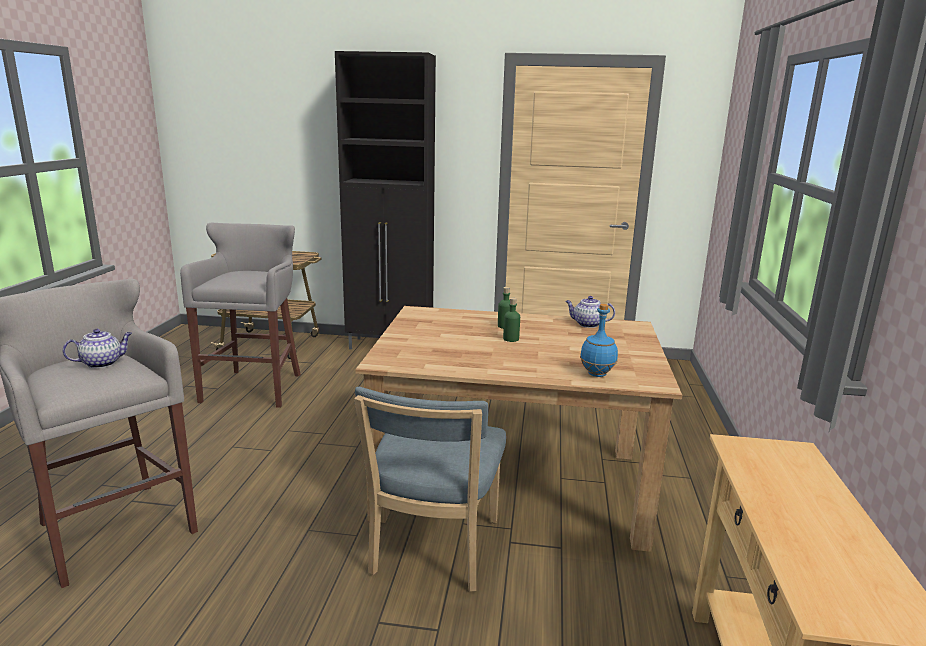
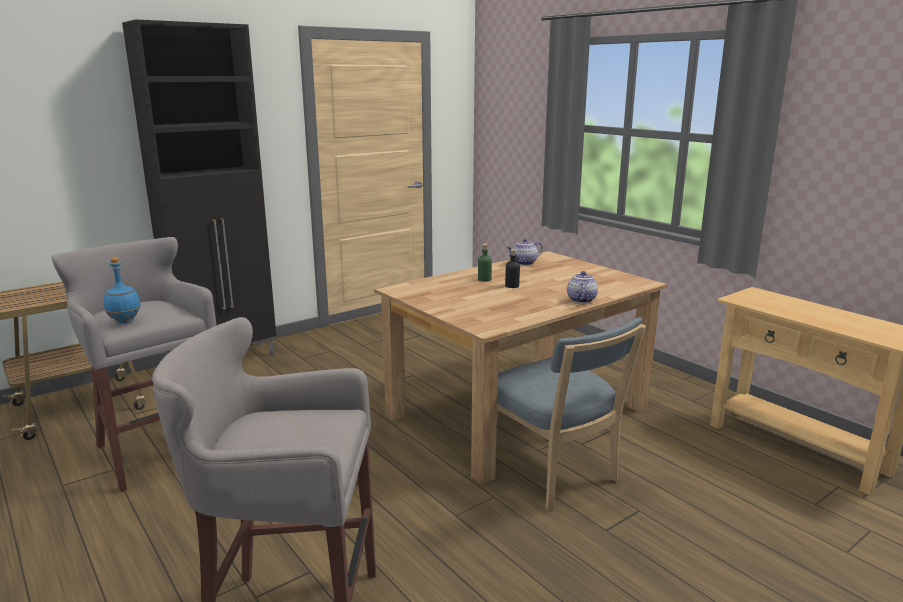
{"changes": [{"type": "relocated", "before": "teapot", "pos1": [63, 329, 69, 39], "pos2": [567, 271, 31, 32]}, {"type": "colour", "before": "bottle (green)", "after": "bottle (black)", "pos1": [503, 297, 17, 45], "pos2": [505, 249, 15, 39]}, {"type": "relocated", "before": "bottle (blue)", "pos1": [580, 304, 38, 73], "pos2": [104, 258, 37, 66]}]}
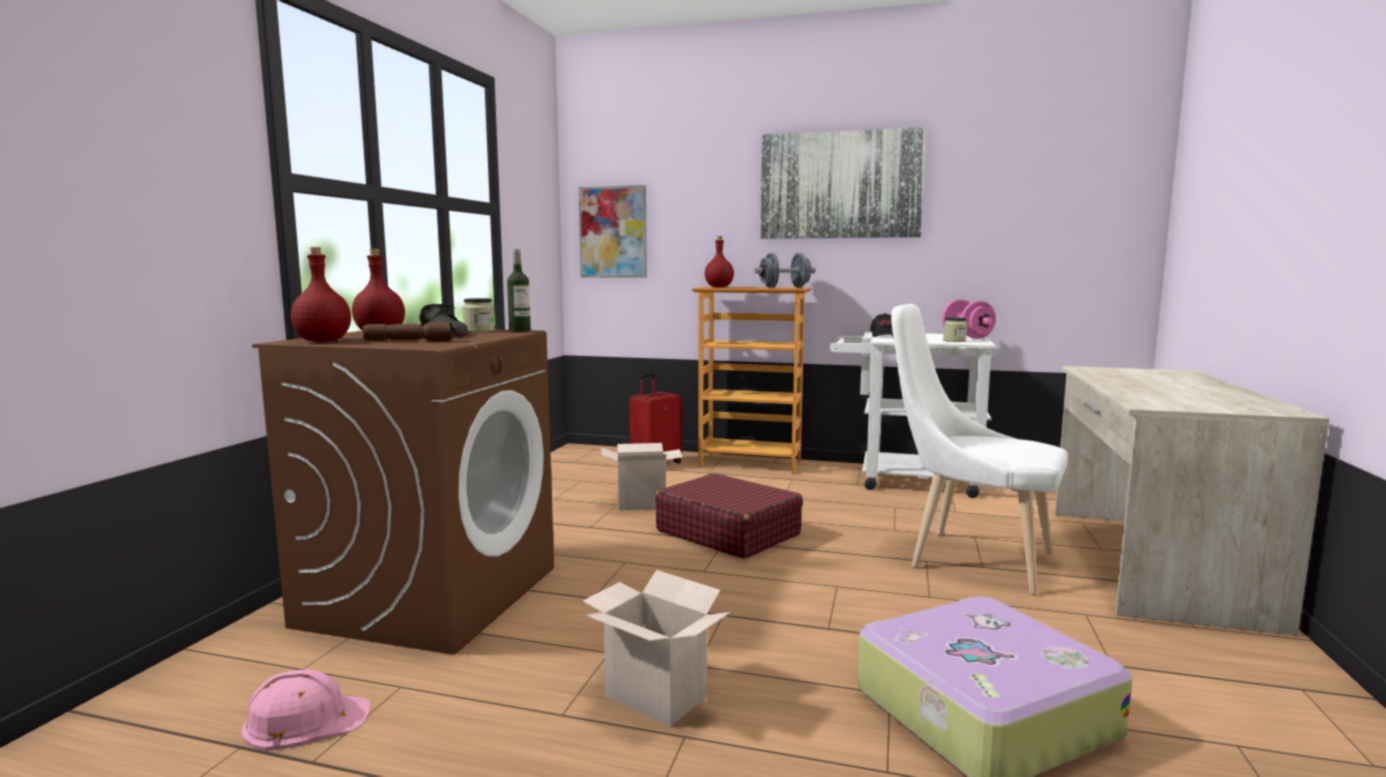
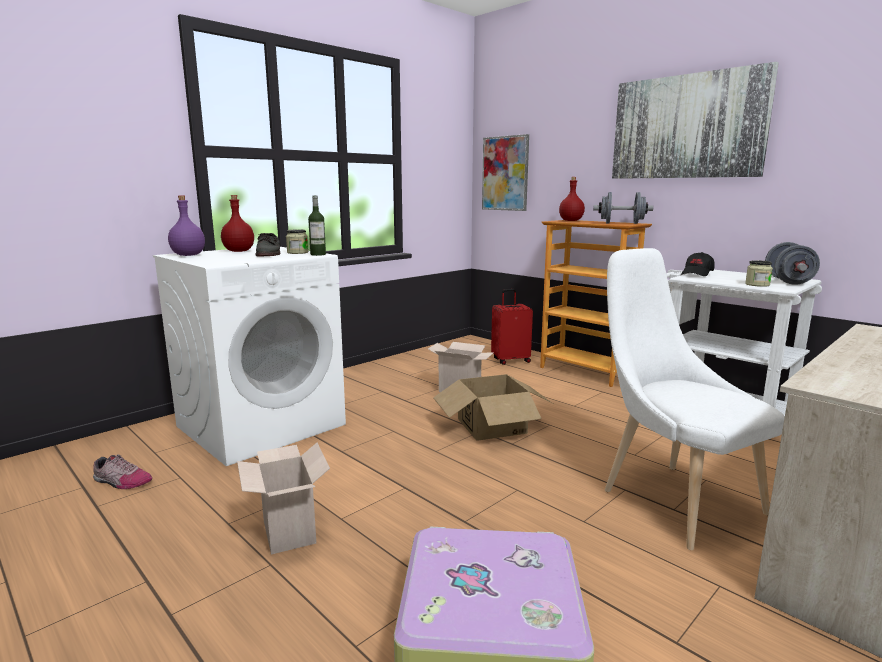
{"changes": [{"type": "exchanged", "before": "hard hat (pink)", "after": "shoe", "pos1": [241, 670, 129, 81], "pos2": [93, 454, 59, 35]}, {"type": "colour", "before": "washing machine (brown)", "after": "washing machine (white)", "pos1": [252, 329, 302, 326], "pos2": [153, 247, 193, 219]}, {"type": "colour", "before": "bottle (red)", "after": "bottle (purple)", "pos1": [291, 247, 60, 95], "pos2": [168, 195, 37, 61]}, {"type": "missing", "before": "flashlight (brown)", "pos1": [362, 322, 94, 19]}, {"type": "exchanged", "before": "suitcase (red)", "after": "cardboard box", "pos1": [655, 473, 148, 86], "pos2": [433, 374, 120, 67]}, {"type": "colour", "before": "dumbbell (pink)", "after": "dumbbell (grey)", "pos1": [942, 299, 54, 40], "pos2": [765, 242, 55, 43]}]}
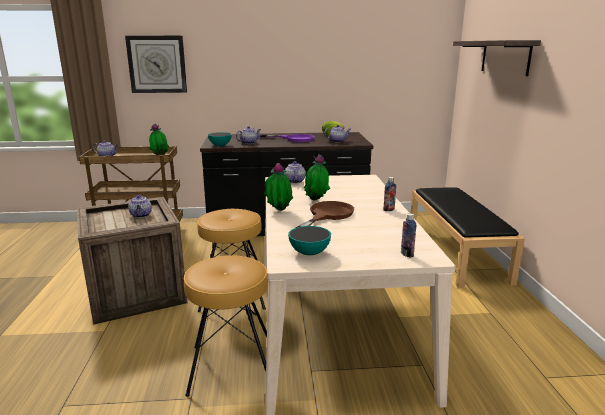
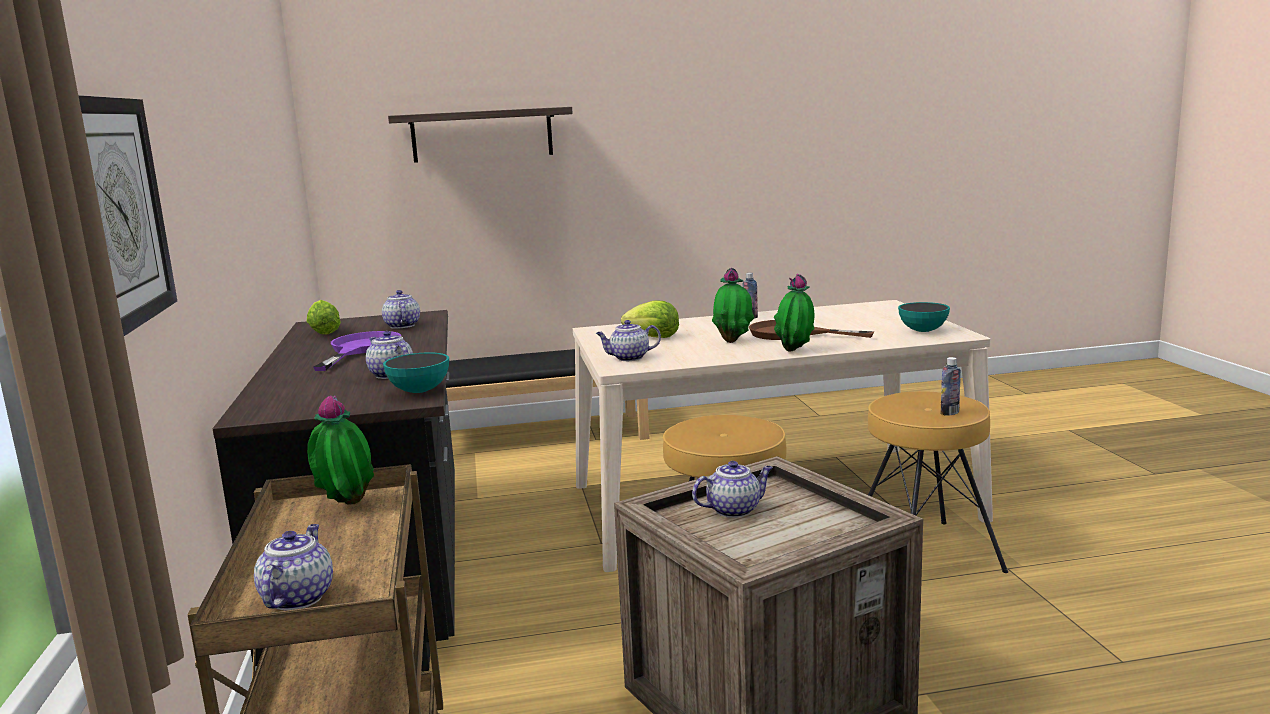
{"changes": [{"type": "relocated", "before": "bottle", "pos1": [401, 213, 15, 45], "pos2": [940, 357, 21, 59]}, {"type": "appeared", "after": "lettuce", "pos2": [621, 300, 58, 38]}]}
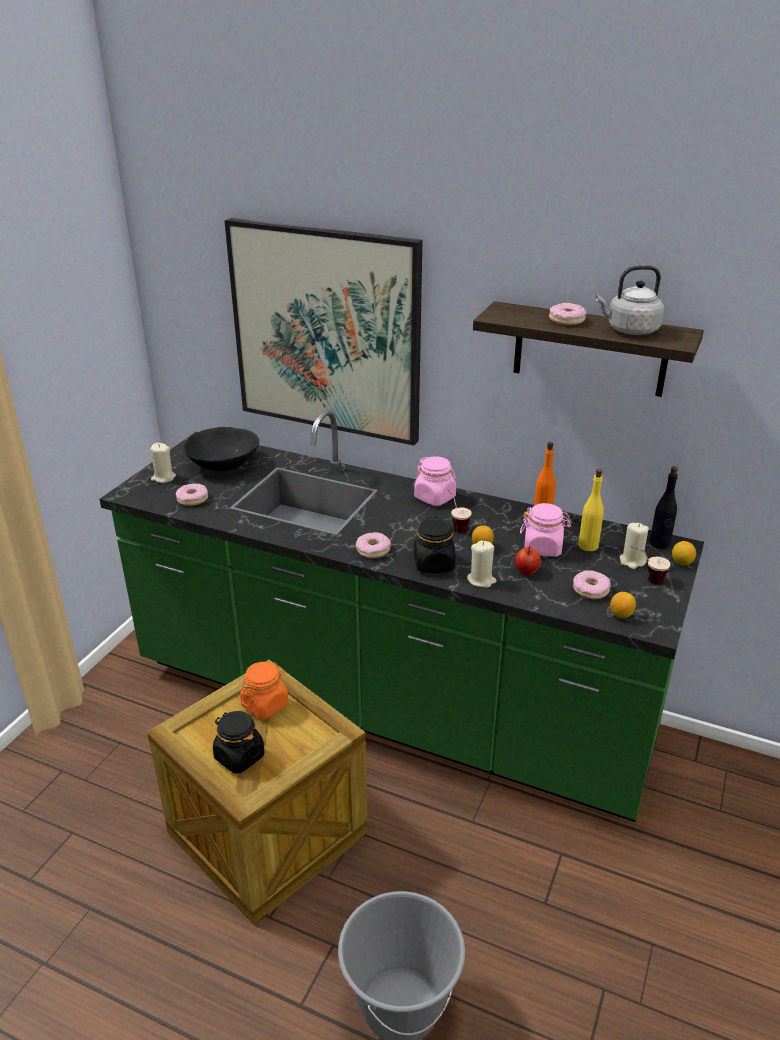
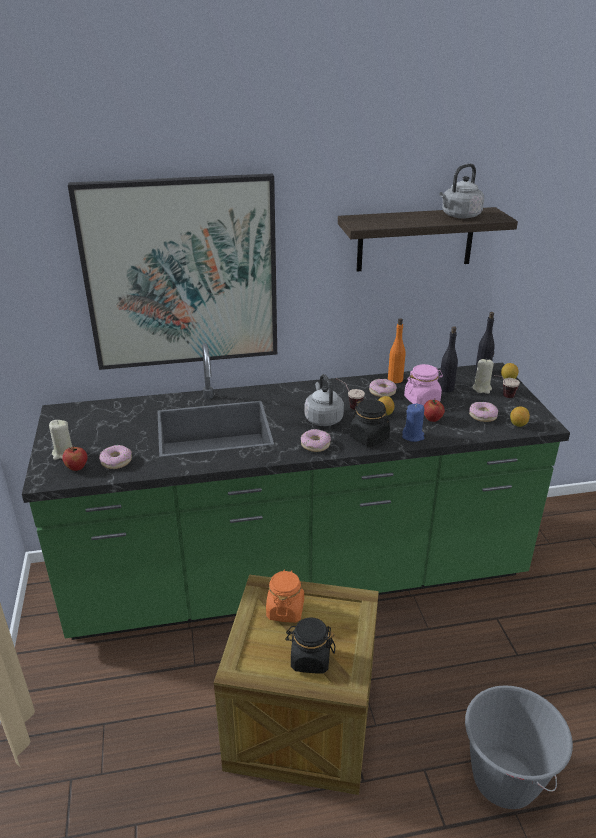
{"changes": [{"type": "missing", "before": "bowl (black)", "pos1": [183, 427, 76, 44]}, {"type": "missing", "before": "jar (pink)", "pos1": [414, 456, 42, 50]}, {"type": "colour", "before": "candle (beige)", "after": "candle (blue)", "pos1": [467, 541, 29, 47], "pos2": [402, 404, 22, 38]}, {"type": "relocated", "before": "donut", "pos1": [549, 303, 38, 22], "pos2": [369, 379, 28, 18]}, {"type": "colour", "before": "bottle (yellow)", "after": "bottle (black)", "pos1": [578, 469, 26, 82], "pos2": [439, 326, 19, 66]}, {"type": "appeared", "after": "apple", "pos2": [62, 445, 26, 26]}, {"type": "appeared", "after": "kettle (grey)", "pos2": [305, 374, 39, 52]}]}
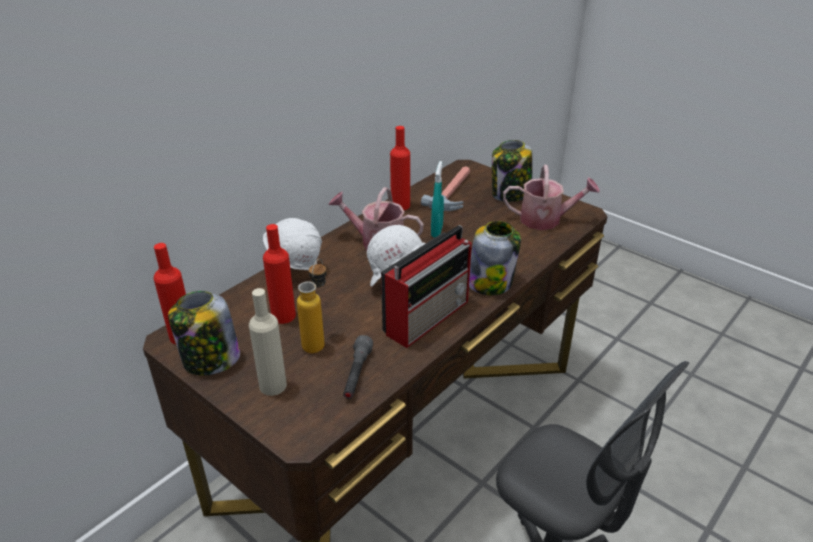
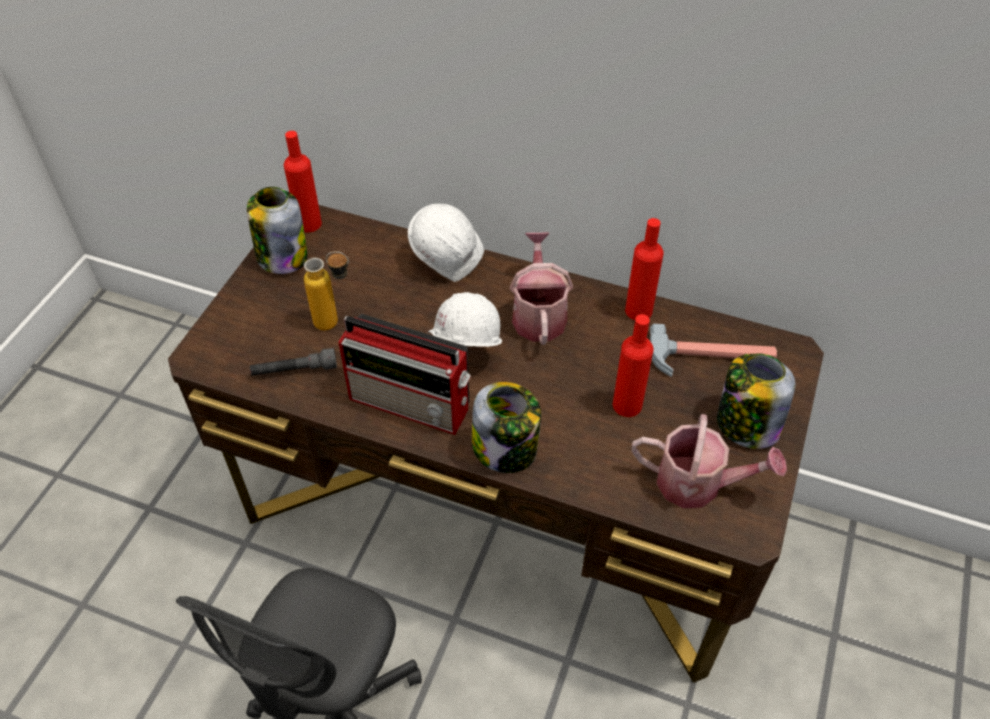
{"changes": [{"type": "missing", "before": "bottle (beige)", "pos1": [249, 288, 38, 108]}, {"type": "relocated", "before": "bottle (red)", "pos1": [263, 224, 33, 100], "pos2": [613, 314, 41, 103]}, {"type": "missing", "before": "spray bottle (turquoise)", "pos1": [431, 161, 13, 77]}, {"type": "spun", "before": "watering can", "pos1": [503, 165, 97, 65], "pos2": [632, 414, 155, 94], "turn": -60}]}
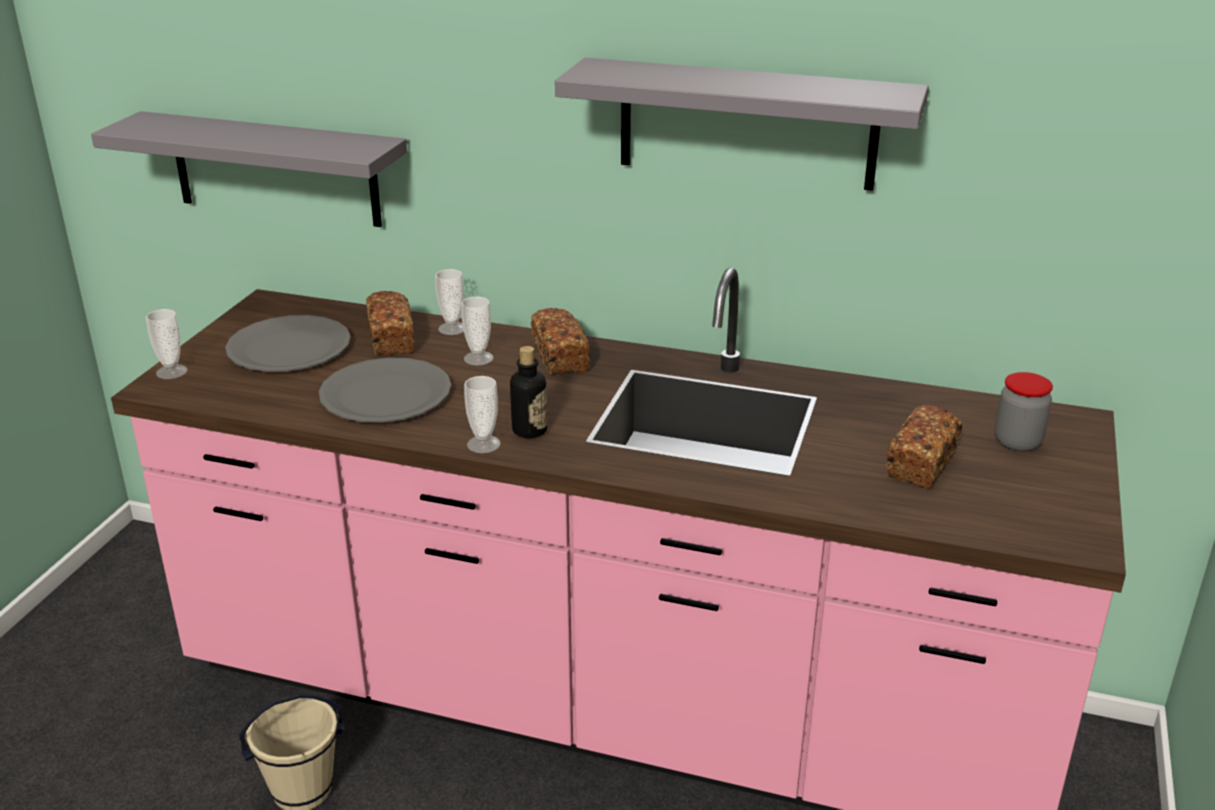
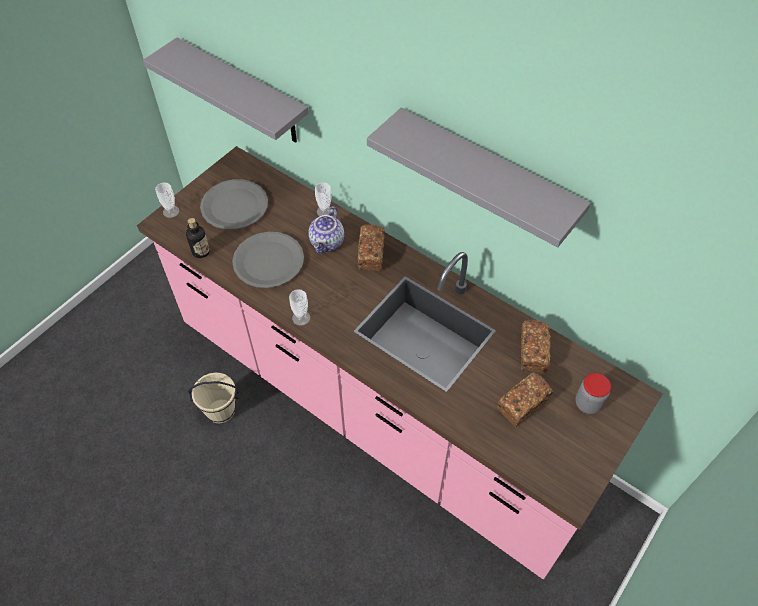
{"changes": [{"type": "relocated", "before": "bread", "pos1": [366, 291, 48, 65], "pos2": [521, 320, 30, 53]}, {"type": "exchanged", "before": "cup", "after": "teapot", "pos1": [461, 297, 33, 69], "pos2": [308, 206, 36, 48]}, {"type": "relocated", "before": "bottle", "pos1": [510, 346, 37, 92], "pos2": [186, 218, 24, 40]}]}
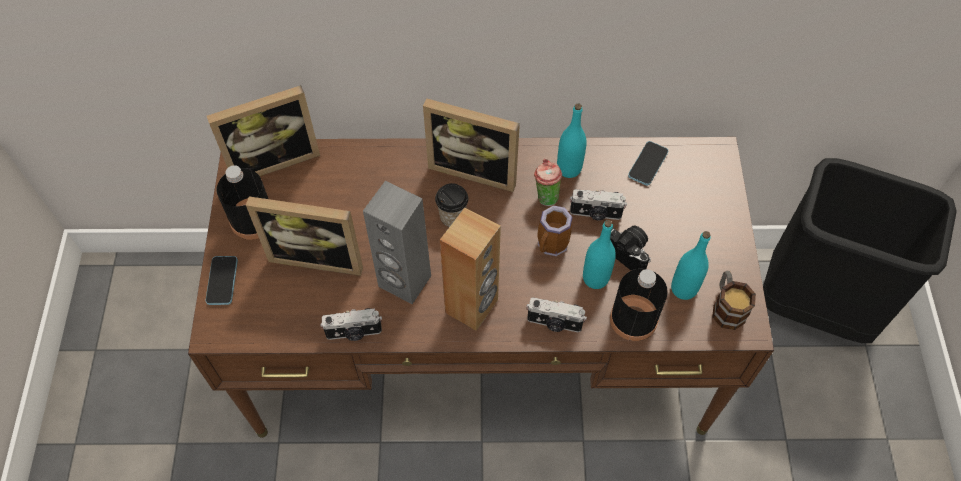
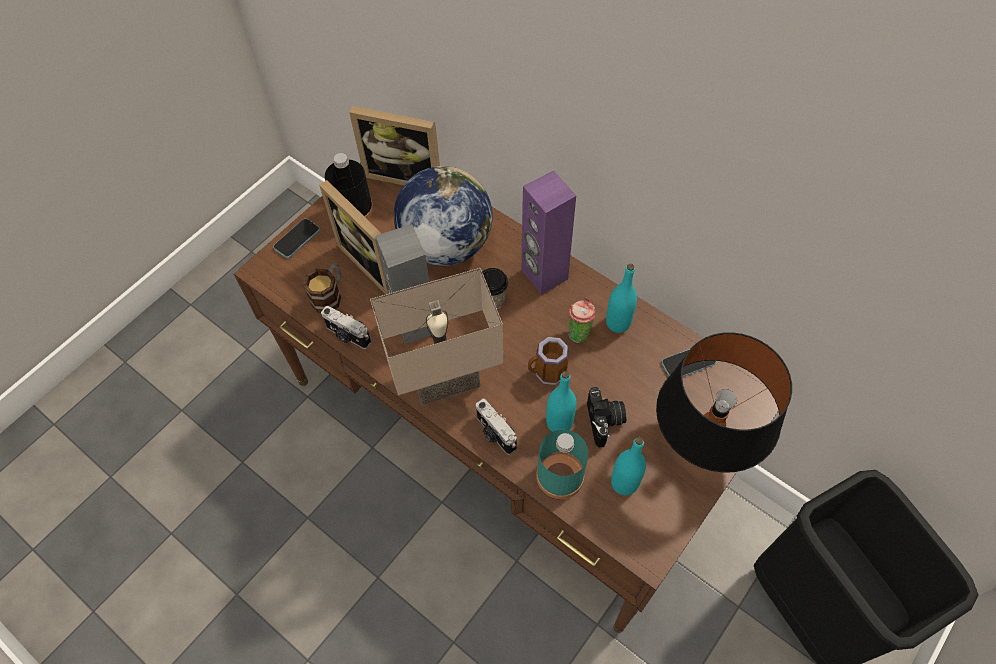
{"changes": [{"type": "exchanged", "before": "picture frame", "after": "speaker (purple)", "pos1": [423, 98, 97, 94], "pos2": [521, 170, 55, 124]}, {"type": "exchanged", "before": "speaker (brown)", "after": "table lamp (beige)", "pos1": [440, 208, 61, 123], "pos2": [370, 268, 133, 137]}, {"type": "missing", "before": "photo camera", "pos1": [570, 189, 57, 31]}, {"type": "colour", "before": "bottle (black)", "after": "bottle (turquoise)", "pos1": [610, 269, 58, 72], "pos2": [536, 430, 52, 70]}, {"type": "relocated", "before": "mug", "pos1": [712, 271, 44, 59], "pos2": [303, 262, 38, 51]}, {"type": "appeared", "after": "globe", "pos2": [394, 166, 98, 100]}, {"type": "appeared", "after": "table lamp (black)", "pos2": [656, 332, 136, 140]}]}
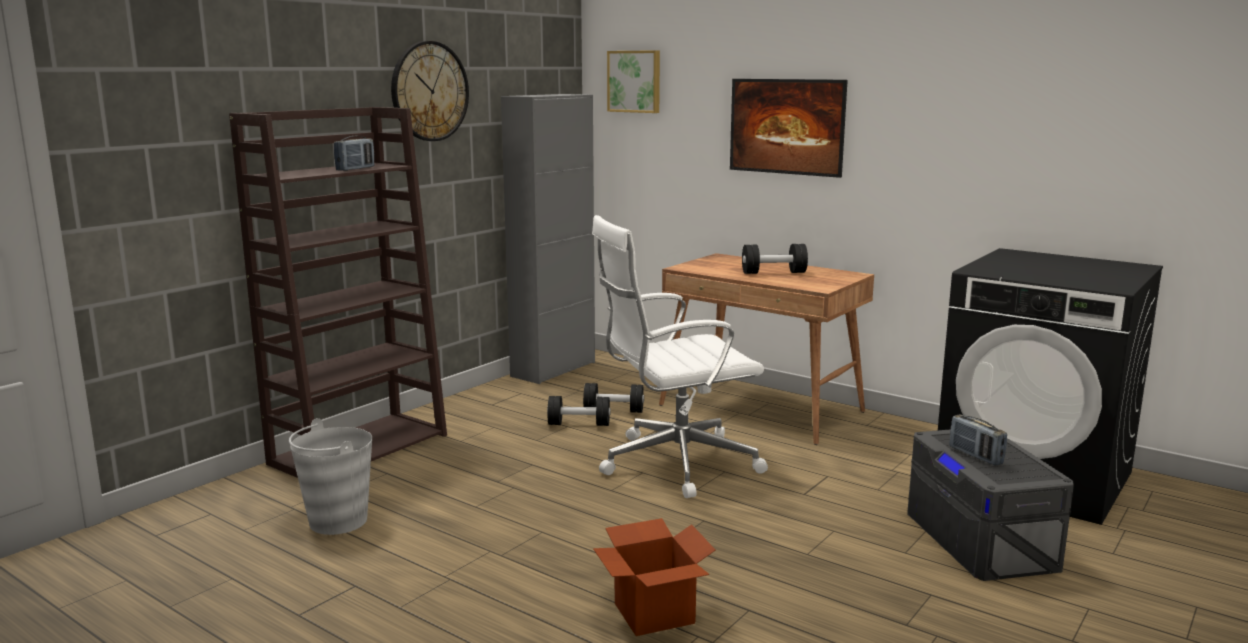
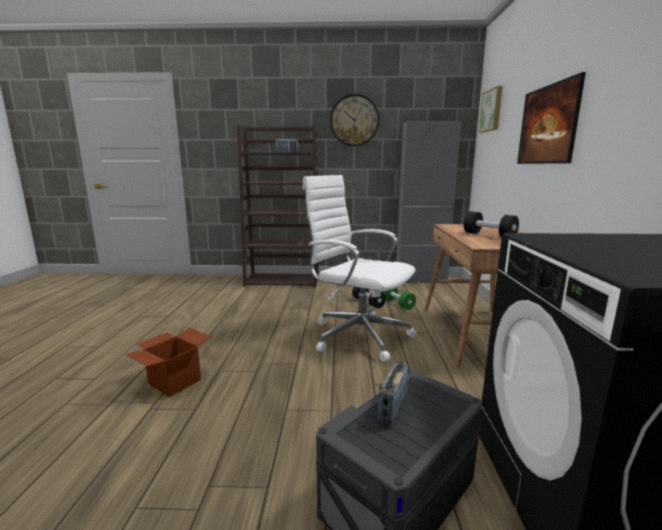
{"changes": [{"type": "missing", "before": "bucket (grey)", "pos1": [289, 418, 83, 117]}, {"type": "colour", "before": "dumbbell (black)", "after": "dumbbell (green)", "pos1": [583, 383, 61, 30], "pos2": [382, 288, 34, 22]}]}
